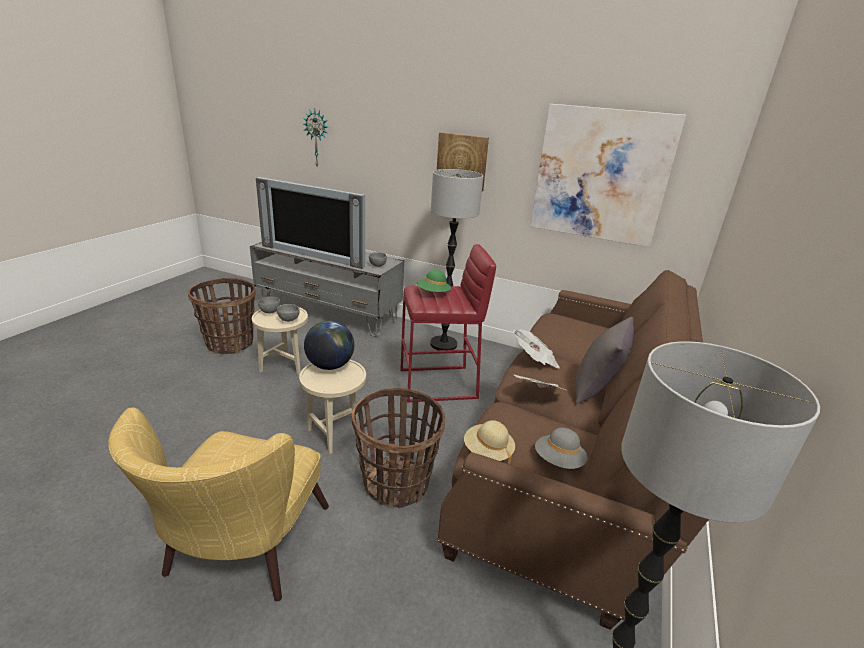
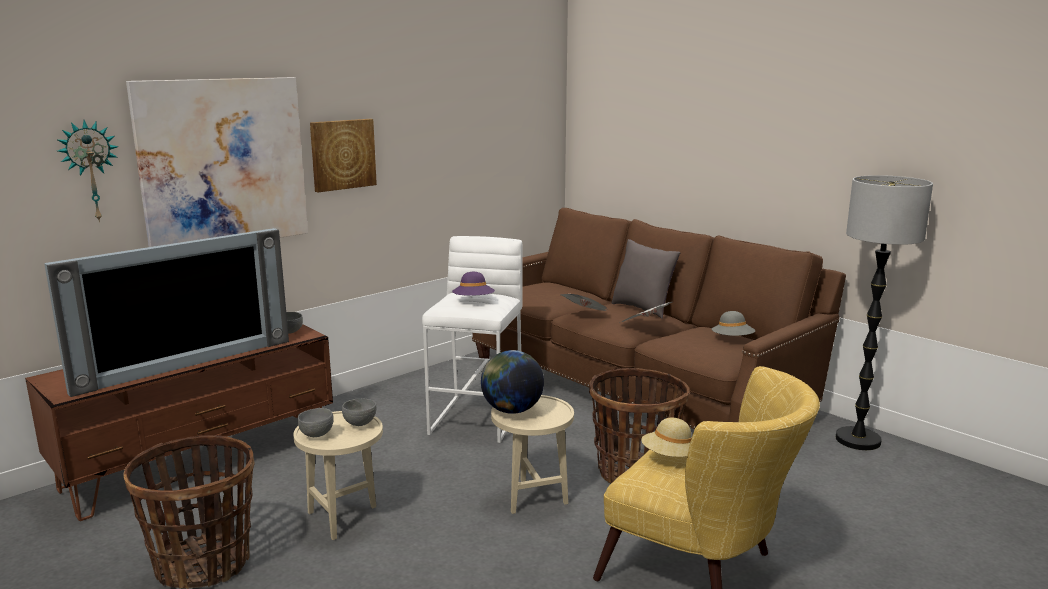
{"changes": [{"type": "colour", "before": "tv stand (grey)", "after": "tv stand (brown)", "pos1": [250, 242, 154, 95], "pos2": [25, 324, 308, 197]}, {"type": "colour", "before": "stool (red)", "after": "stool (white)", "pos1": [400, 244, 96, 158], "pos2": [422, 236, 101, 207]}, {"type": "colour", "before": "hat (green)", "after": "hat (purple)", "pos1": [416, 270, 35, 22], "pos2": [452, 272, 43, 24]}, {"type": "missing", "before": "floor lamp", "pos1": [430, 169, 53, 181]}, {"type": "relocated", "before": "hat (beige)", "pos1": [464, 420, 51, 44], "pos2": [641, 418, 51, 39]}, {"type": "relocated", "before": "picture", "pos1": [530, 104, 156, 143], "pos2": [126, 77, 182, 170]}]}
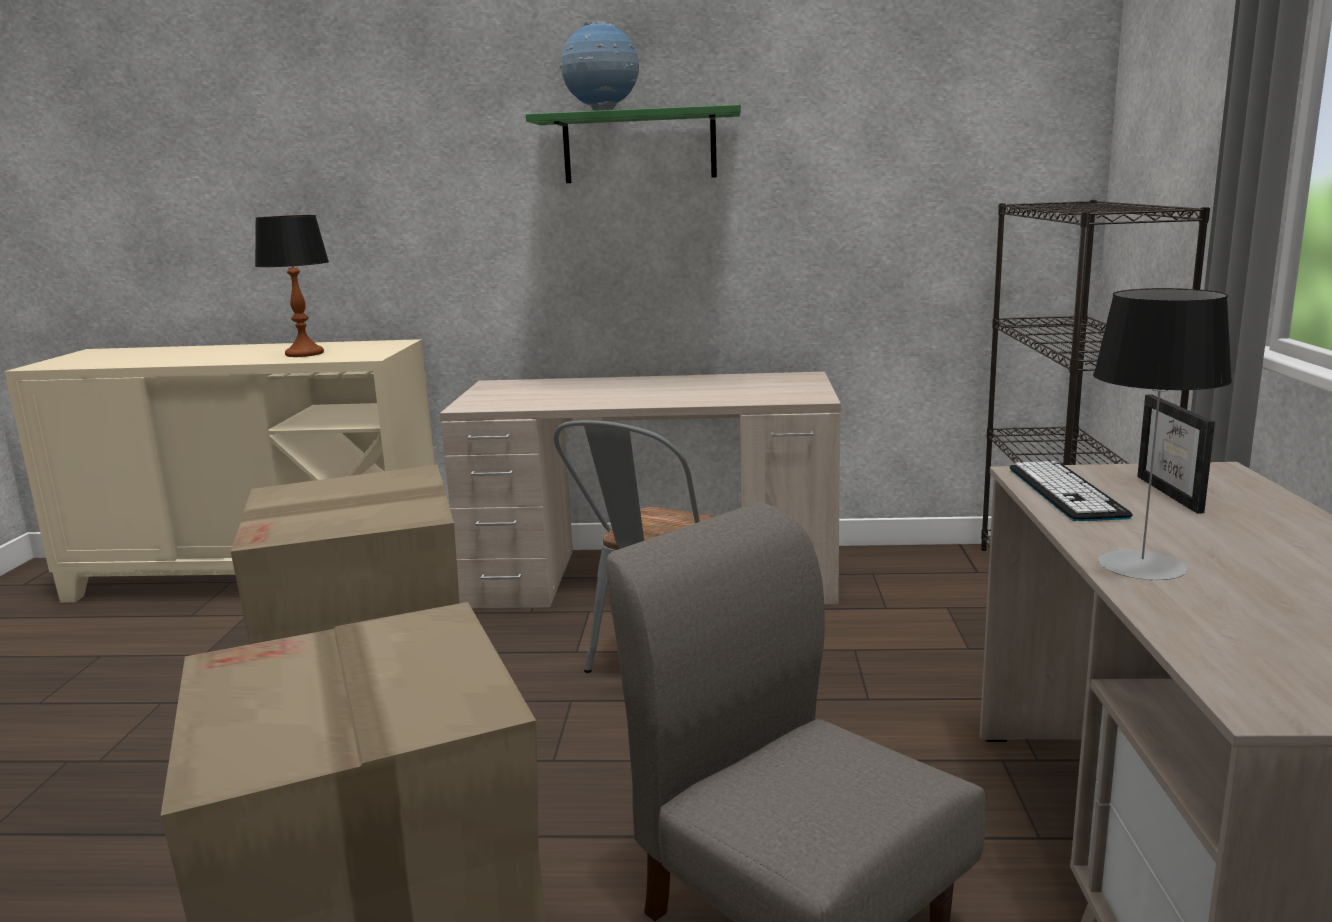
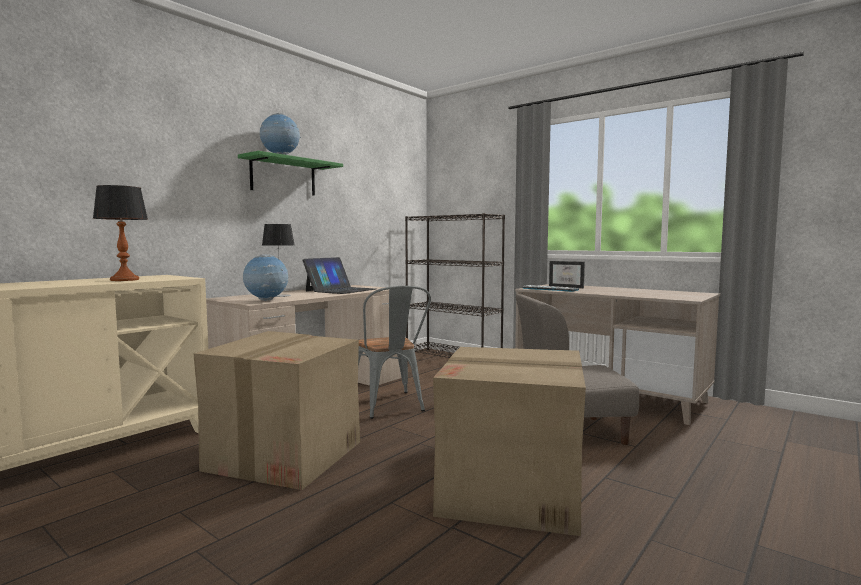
{"changes": [{"type": "relocated", "before": "table lamp", "pos1": [1093, 288, 139, 292], "pos2": [262, 224, 32, 73]}, {"type": "appeared", "after": "globe", "pos2": [243, 254, 45, 47]}, {"type": "appeared", "after": "laptop", "pos2": [302, 257, 74, 37]}]}
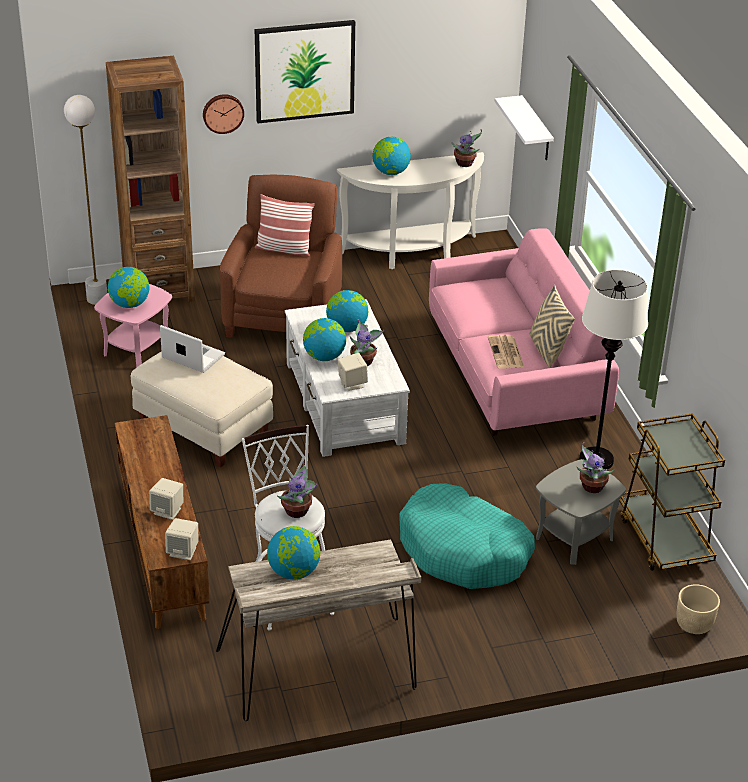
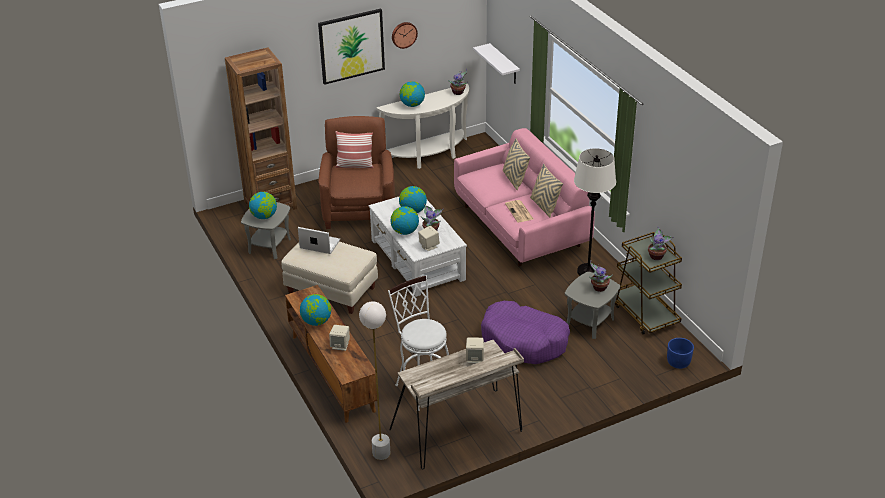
{"changes": [{"type": "relocated", "before": "floor lamp (white)", "pos1": [64, 95, 43, 210], "pos2": [359, 301, 31, 159]}, {"type": "colour", "before": "side table (pink)", "after": "side table (grey)", "pos1": [94, 284, 78, 84], "pos2": [241, 202, 50, 57]}, {"type": "relocated", "before": "speaker (beige)", "pos1": [165, 518, 34, 42], "pos2": [466, 337, 18, 26]}, {"type": "relocated", "before": "wall clock", "pos1": [203, 94, 41, 40], "pos2": [392, 22, 26, 27]}, {"type": "relocated", "before": "globe", "pos1": [267, 526, 53, 54], "pos2": [300, 294, 31, 32]}, {"type": "relocated", "before": "potted plant", "pos1": [277, 462, 40, 56], "pos2": [648, 226, 26, 34]}, {"type": "colour", "before": "dog bed (turquoise)", "after": "dog bed (purple)", "pos1": [399, 483, 136, 106], "pos2": [481, 301, 89, 63]}, {"type": "colour", "before": "planter (beige)", "after": "planter (blue)", "pos1": [676, 584, 44, 50], "pos2": [667, 338, 27, 31]}, {"type": "appeared", "after": "pillow (beige)", "pos2": [503, 138, 27, 52]}]}
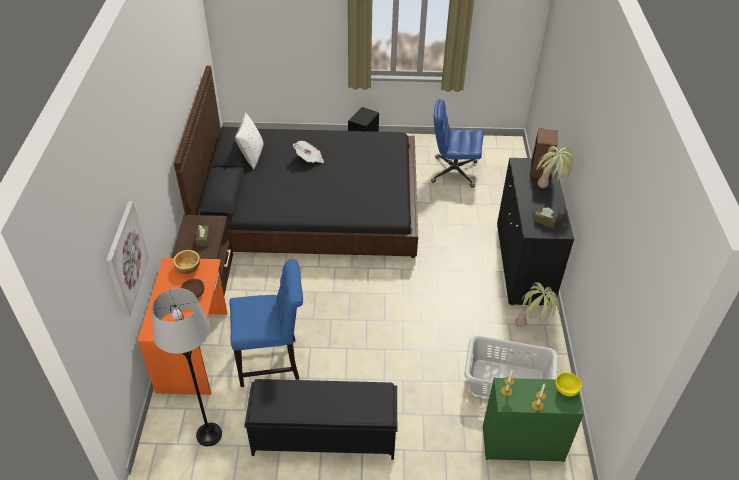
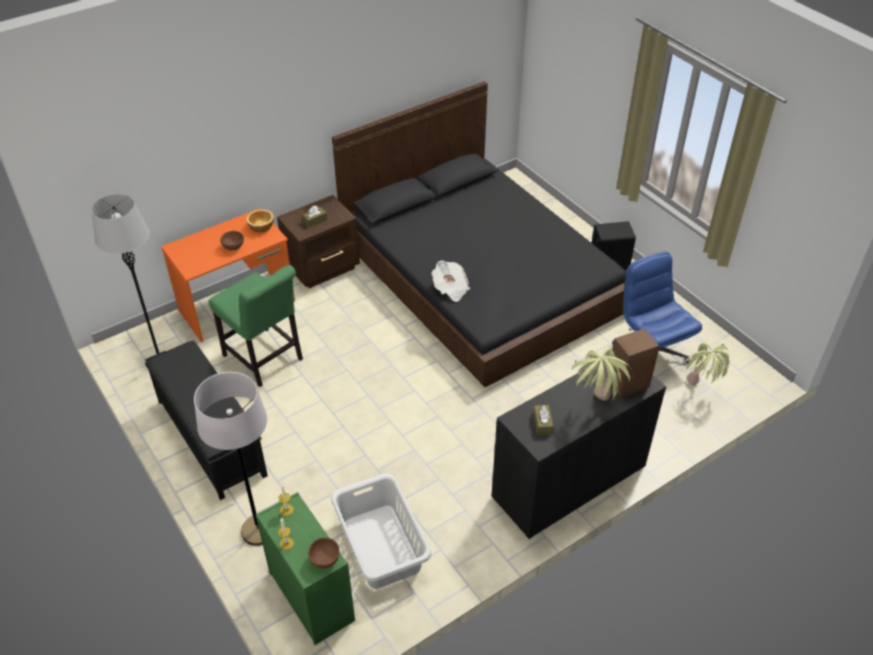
{"changes": [{"type": "missing", "before": "picture", "pos1": [106, 201, 43, 116]}, {"type": "colour", "before": "chair (blue)", "after": "chair (green)", "pos1": [230, 259, 73, 128], "pos2": [209, 265, 94, 122]}, {"type": "missing", "before": "pillow (white)", "pos1": [235, 112, 29, 57]}, {"type": "relocated", "before": "newspaper", "pos1": [293, 141, 31, 22], "pos2": [432, 260, 38, 42]}, {"type": "relocated", "before": "potted plant", "pos1": [515, 282, 45, 45], "pos2": [685, 342, 45, 43]}, {"type": "colour", "before": "bowl (yellow)", "after": "bowl (brown)", "pos1": [555, 372, 27, 24], "pos2": [308, 537, 32, 32]}, {"type": "appeared", "after": "floor lamp (grey)", "pos2": [194, 372, 73, 174]}]}
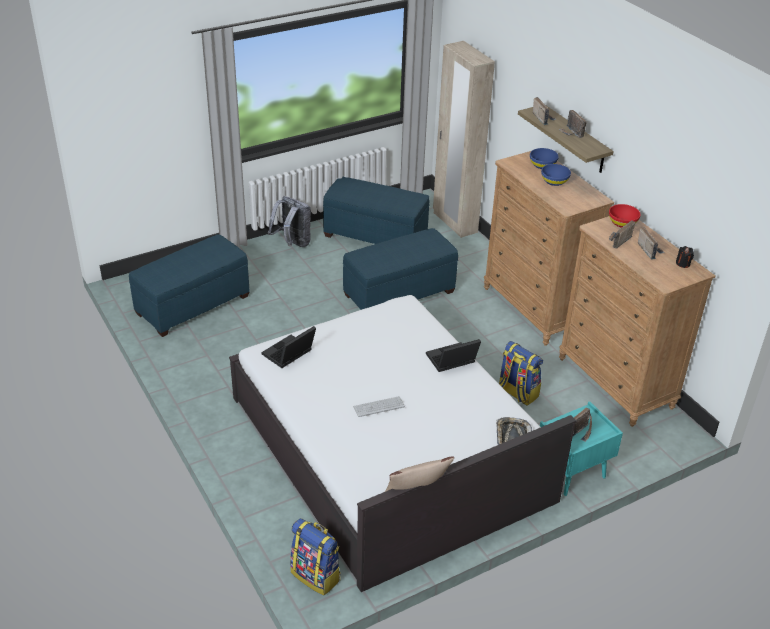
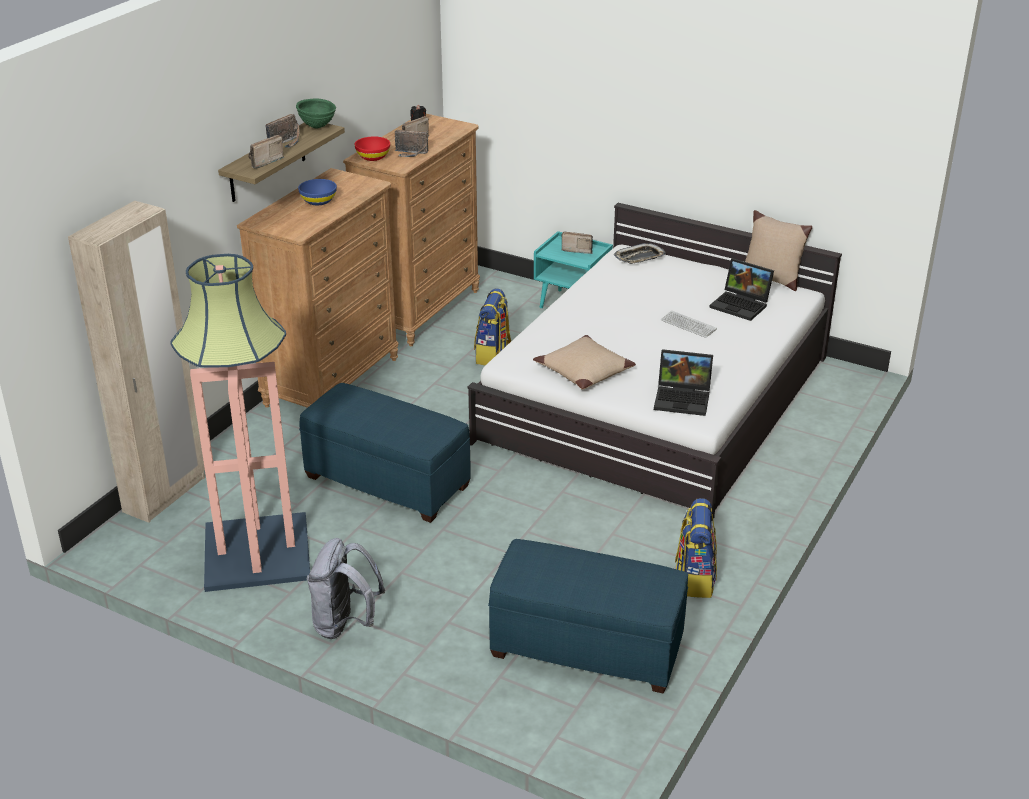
{"changes": [{"type": "relocated", "before": "backpack", "pos1": [290, 518, 51, 77], "pos2": [675, 498, 42, 100]}, {"type": "exchanged", "before": "ottoman (blue)", "after": "floor lamp", "pos1": [323, 176, 107, 68], "pos2": [170, 254, 140, 338]}, {"type": "relocated", "before": "laptop", "pos1": [426, 339, 55, 33], "pos2": [709, 258, 65, 63]}, {"type": "missing", "before": "bowl (blue)", "pos1": [530, 148, 29, 21]}, {"type": "appeared", "after": "bowl (green)", "pos2": [296, 99, 40, 30]}, {"type": "appeared", "after": "pillow (beige)", "pos2": [533, 335, 103, 55]}]}
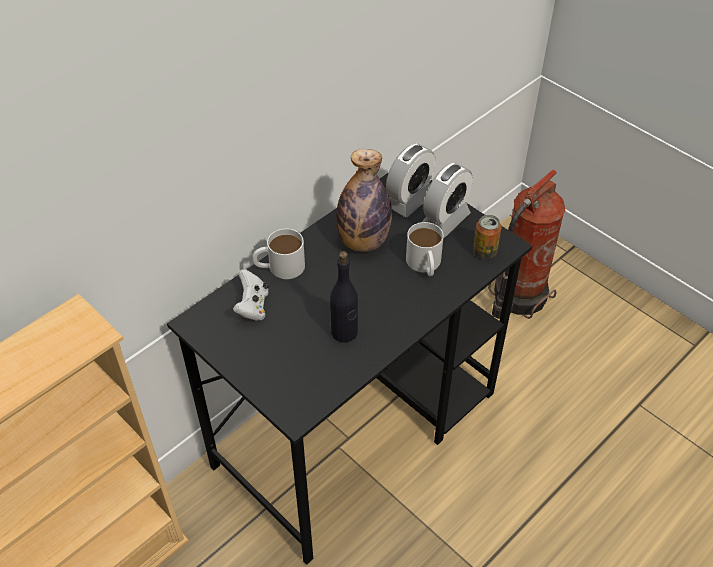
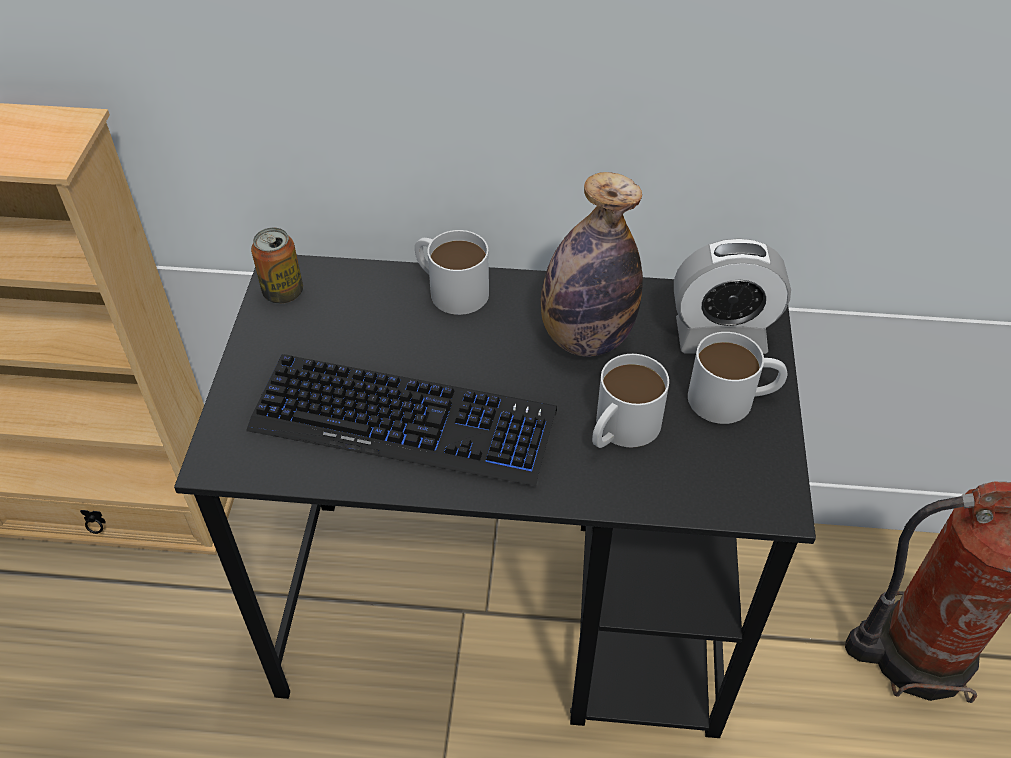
{"changes": [{"type": "missing", "before": "game controller (white)", "pos1": [233, 269, 36, 52]}, {"type": "exchanged", "before": "bottle (black)", "after": "keyboard", "pos1": [330, 251, 28, 92], "pos2": [246, 354, 311, 132]}, {"type": "exchanged", "before": "alarm clock", "after": "mug (white)", "pos1": [422, 163, 51, 75], "pos2": [688, 332, 100, 92]}, {"type": "relocated", "before": "can", "pos1": [473, 215, 29, 44], "pos2": [251, 228, 52, 76]}]}
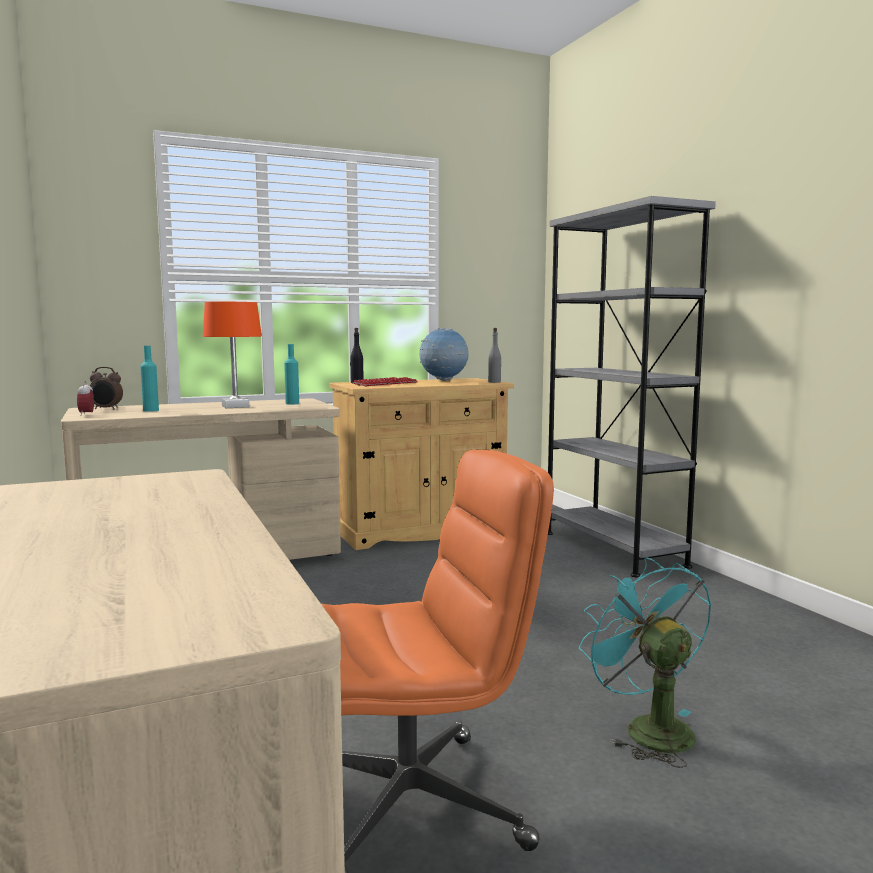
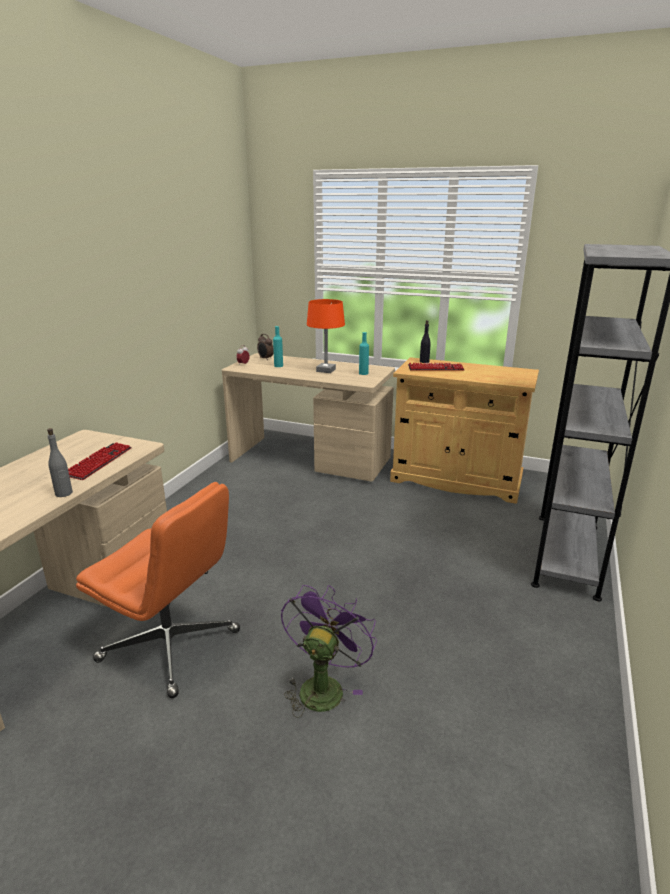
{"changes": [{"type": "missing", "before": "globe", "pos1": [419, 328, 50, 53]}, {"type": "relocated", "before": "bottle (grey)", "pos1": [488, 328, 14, 55], "pos2": [47, 428, 26, 69]}, {"type": "colour", "before": "fan (turquoise)", "after": "fan (purple)", "pos1": [579, 557, 133, 211], "pos2": [281, 585, 96, 133]}, {"type": "appeared", "after": "keyboard", "pos2": [68, 442, 64, 38]}]}
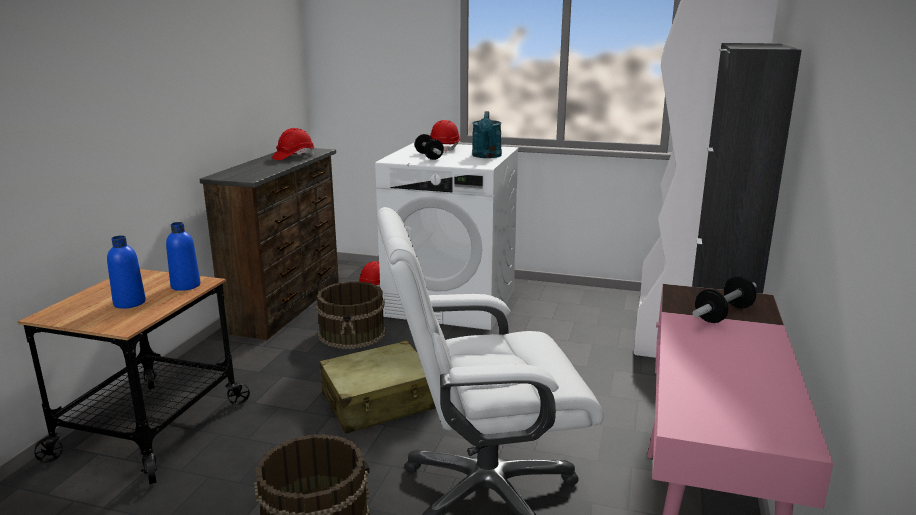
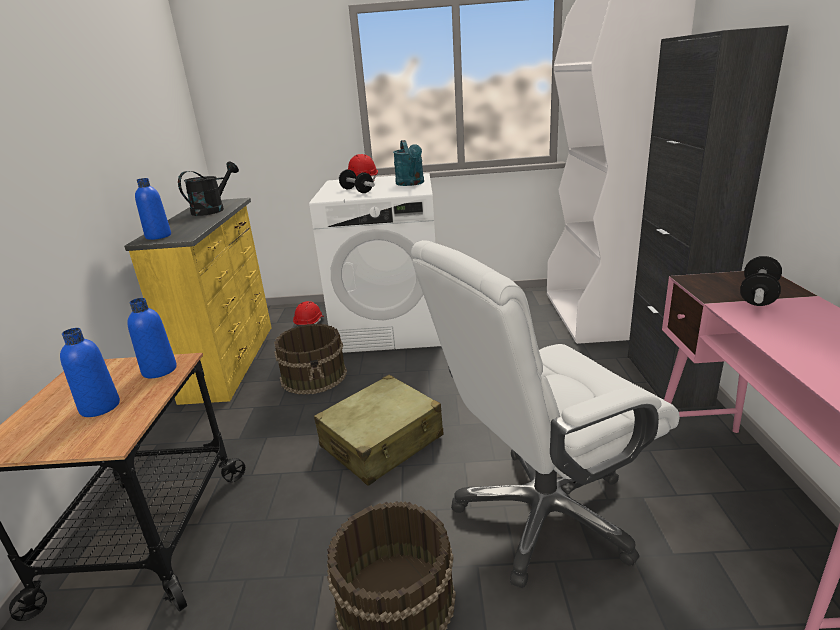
{"changes": [{"type": "colour", "before": "dresser (brown)", "after": "dresser (yellow)", "pos1": [199, 148, 140, 192], "pos2": [124, 198, 148, 207]}, {"type": "exchanged", "before": "hard hat (red)", "after": "watering can (black)", "pos1": [272, 128, 42, 32], "pos2": [178, 162, 61, 54]}, {"type": "appeared", "after": "bottle (blue)", "pos2": [135, 178, 36, 62]}]}
